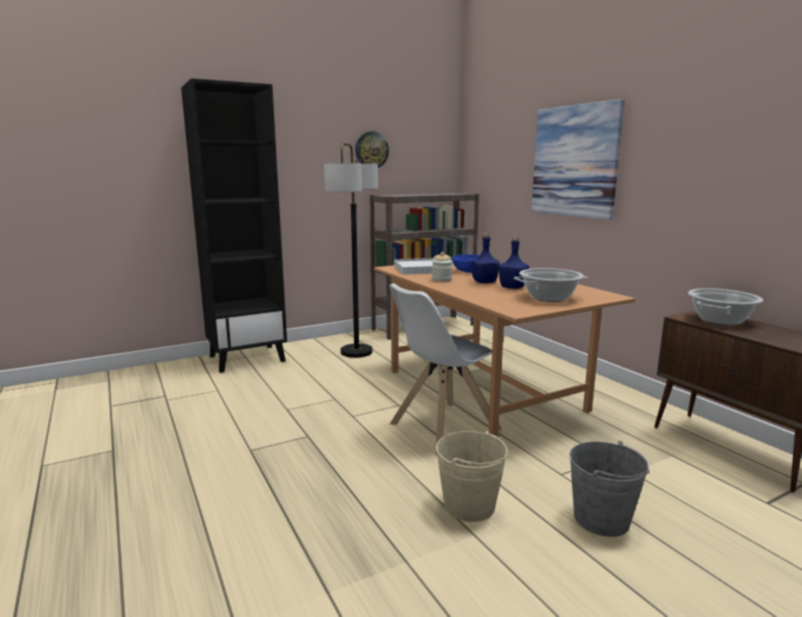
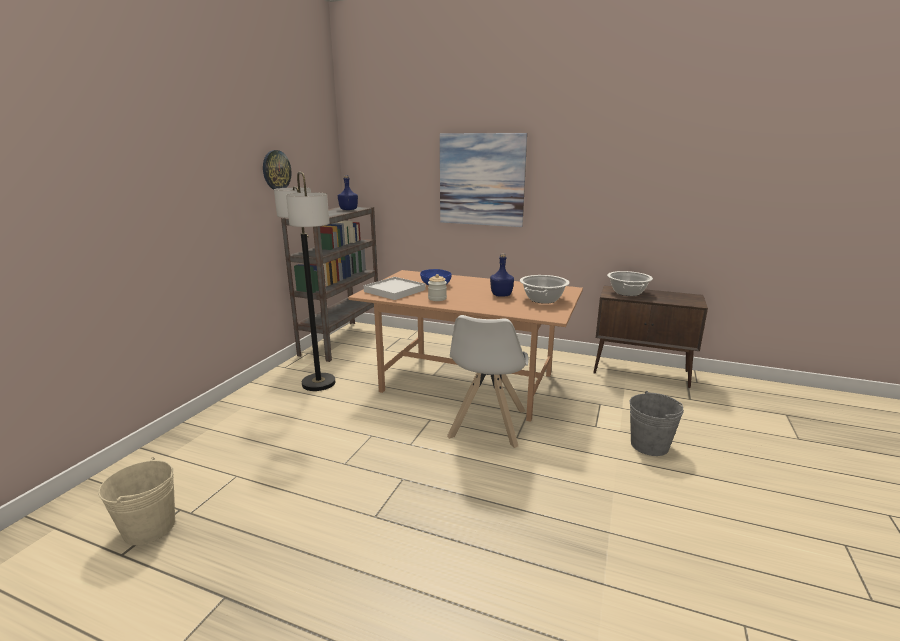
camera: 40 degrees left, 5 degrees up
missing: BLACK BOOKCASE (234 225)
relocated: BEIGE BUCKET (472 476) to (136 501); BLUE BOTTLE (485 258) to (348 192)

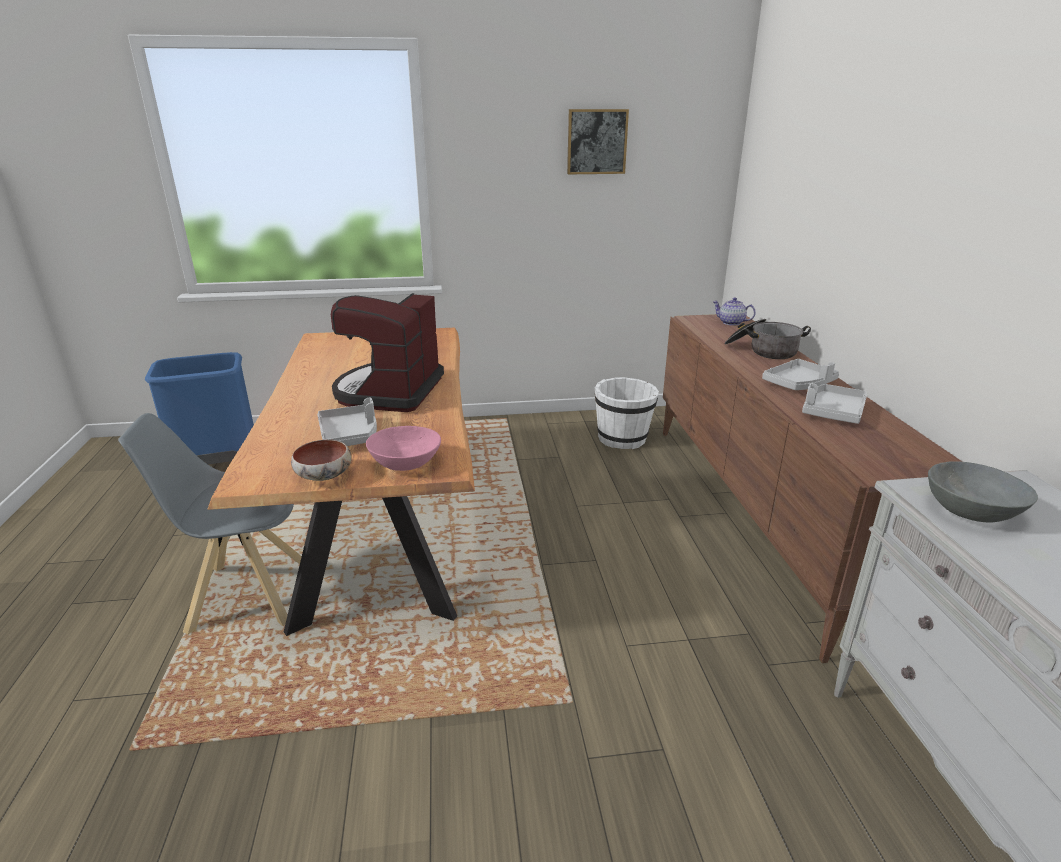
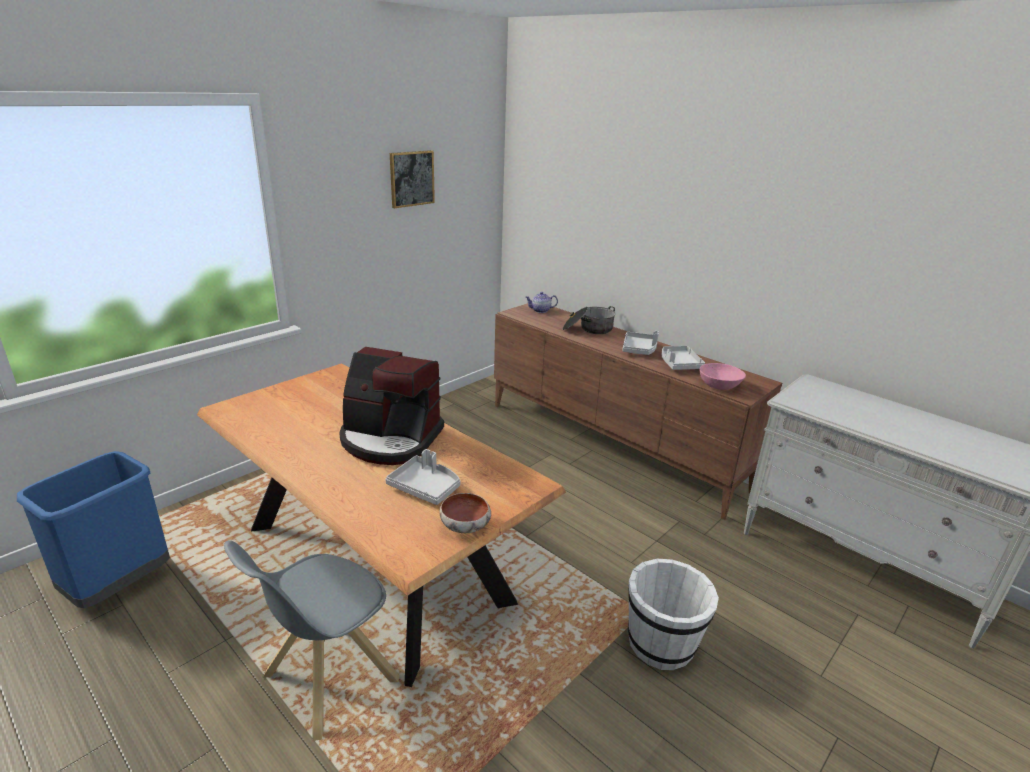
camera: 40 degrees left, 0 degrees up
missing: GREY BOWL (983 491)
relocated: PINK BOWL (403 448) to (722 376); WHITE BUCKET (627 413) to (673 614)
spun: COFFEE MACHINE (387 352) = (391 406) 45 degrees counterclockwise

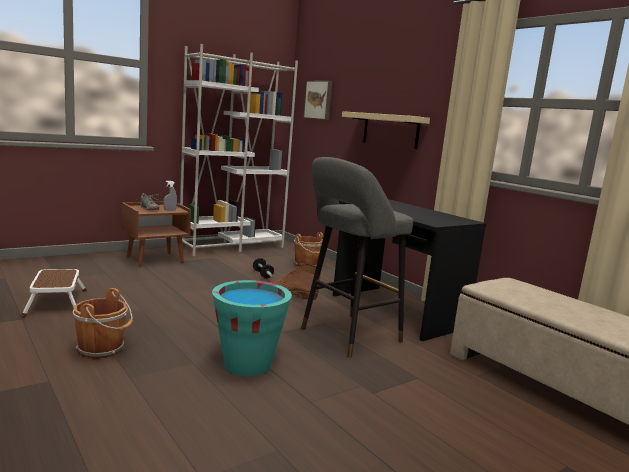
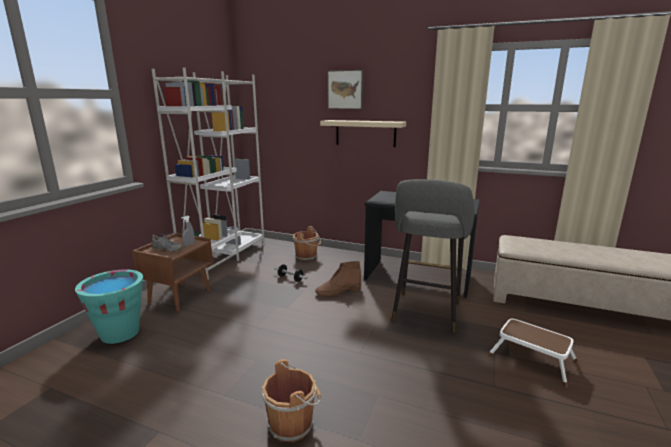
camera: 30 degrees left, 5 degrees up
relocated: BROWN STEP LADDER (54 293) to (532 353); TURQUOISE BUCKET (252 328) to (109 306); PICTURE (317 100) to (345 89)

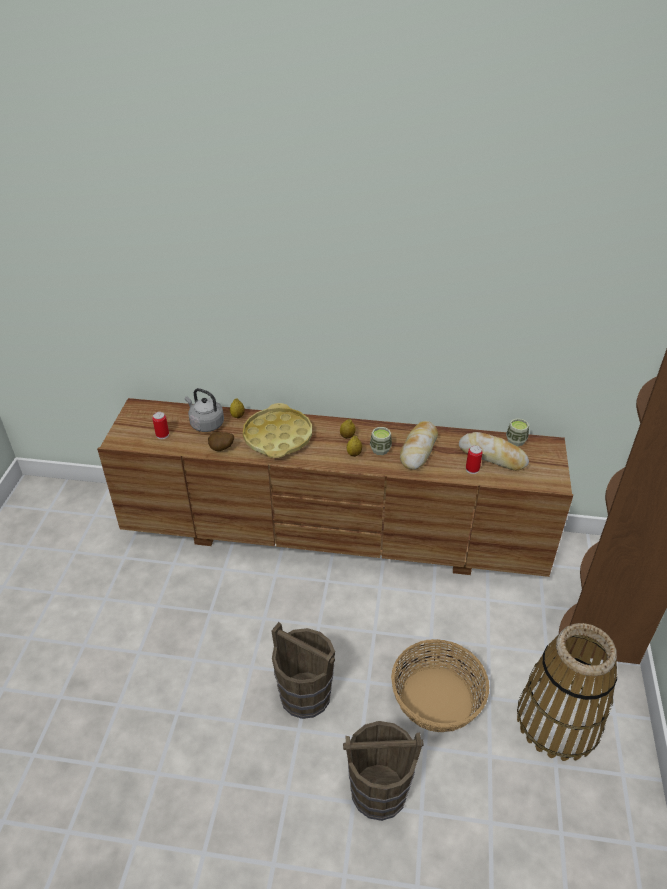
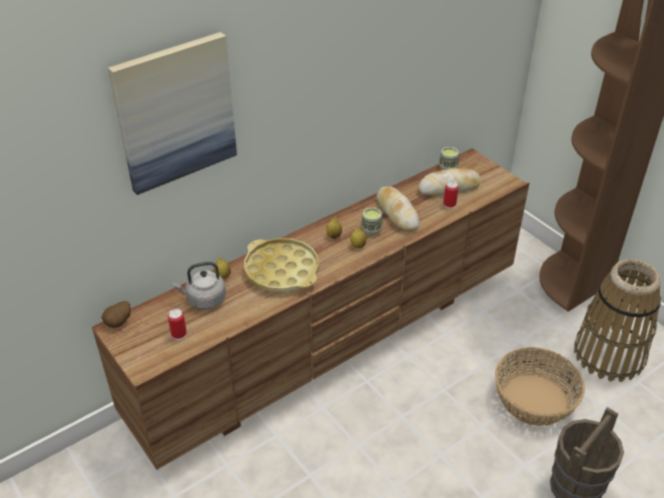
camera: 45 degrees left, 0 degrees up
missing: BROWN BUCKET (303 670)
appeared: PICTURE (172 113)
relocated: POTATO (221 441) to (116 314)

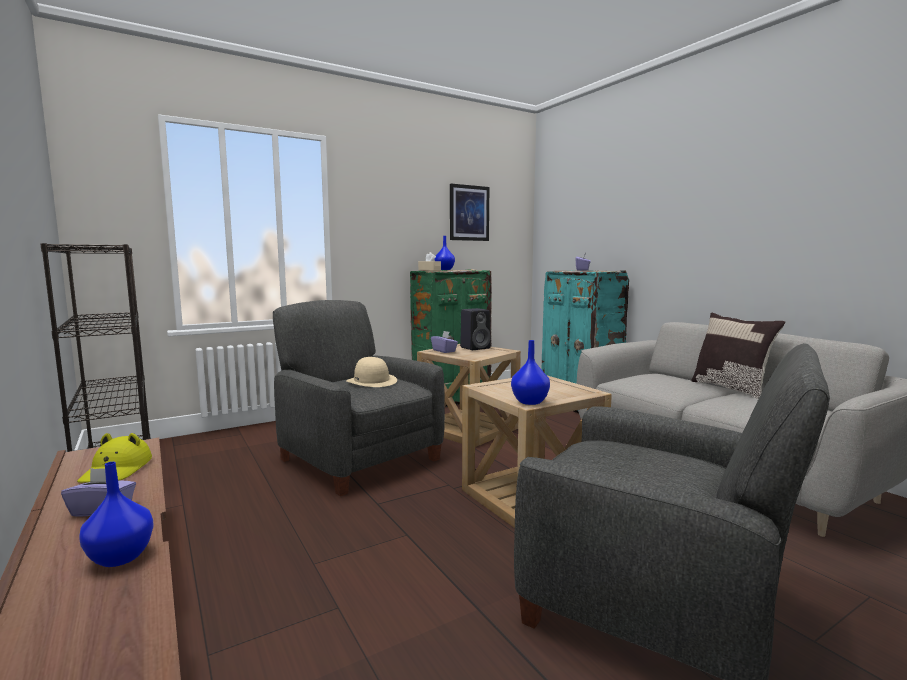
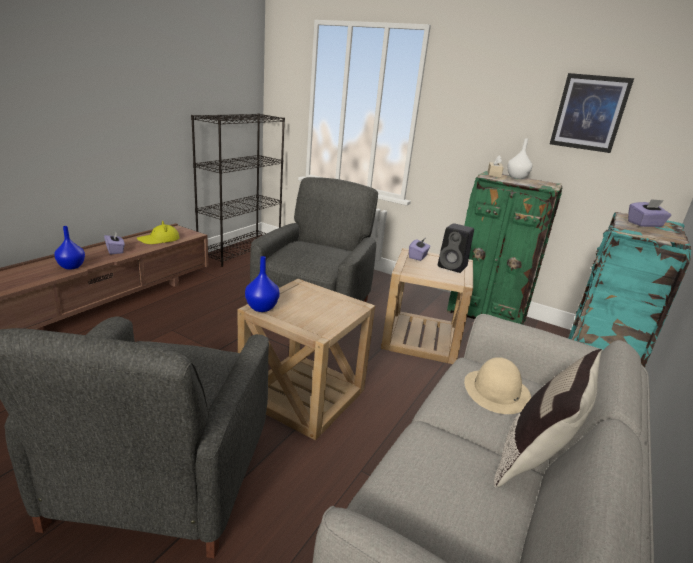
camera: 60 degrees right, 15 degrees up
relocated: BEIGE HAT (371 372) to (497 385)
colour: BLUE VASE (445 253) to WHITE VASE (519 158)

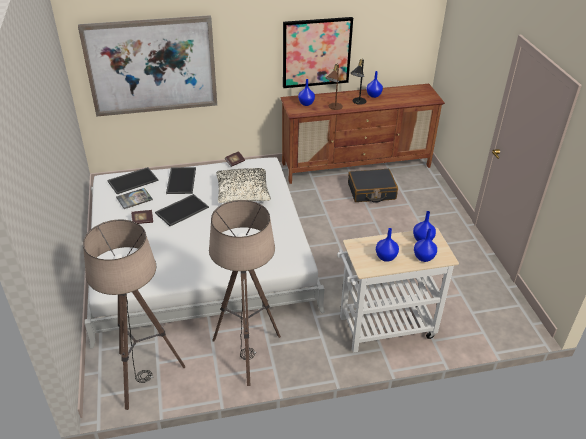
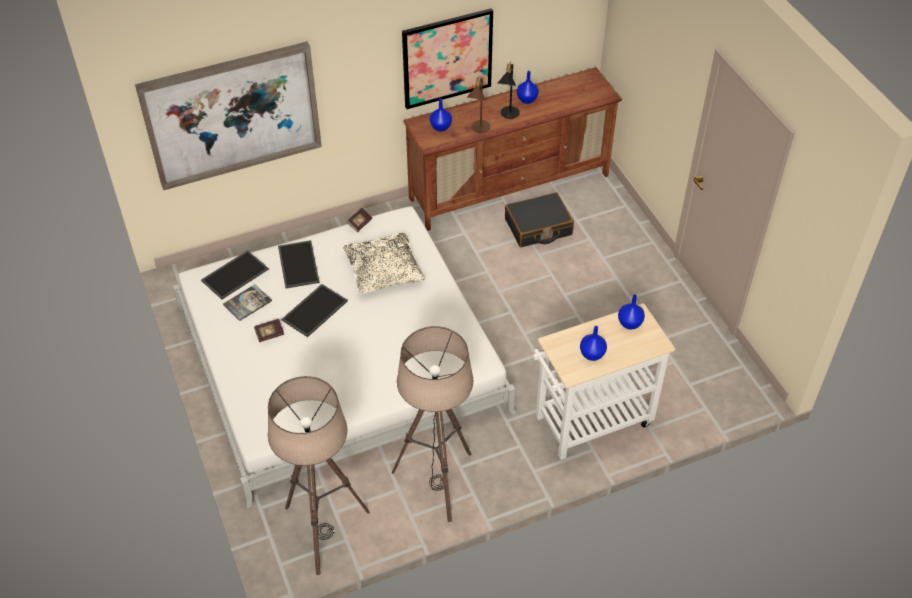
camera: 10 degrees left, 10 degrees up
missing: BLUE VASE (425 245)

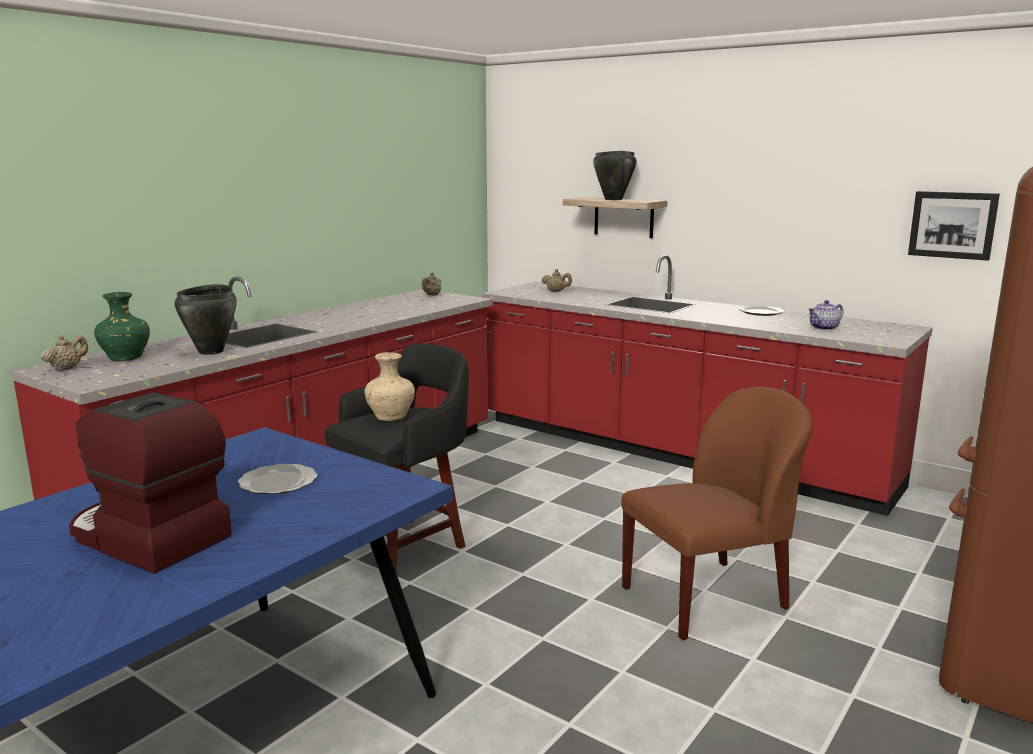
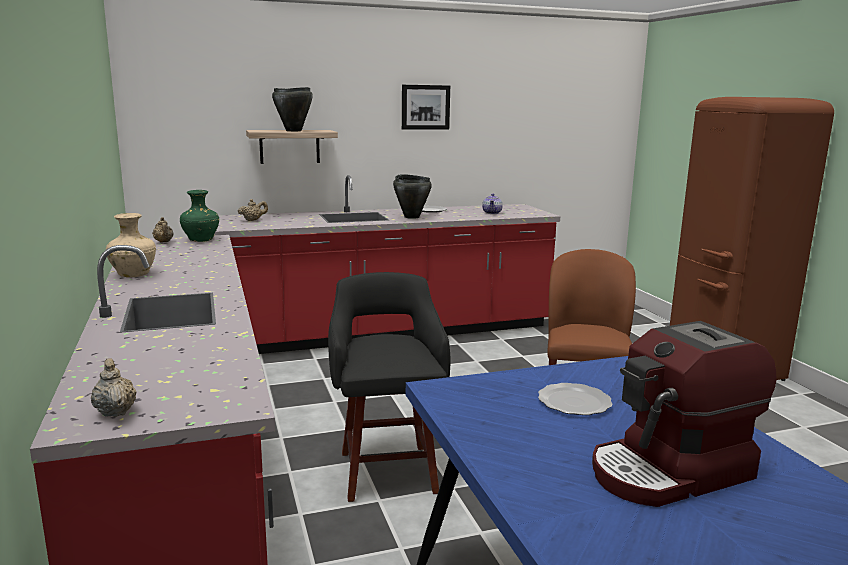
camera: 55 degrees left, 0 degrees up
relocated: GREEN VASE (122 326) to (199 216); BLACK COOKING POT (206 319) to (412 197); BEIGE VASE (390 386) to (131 245); PICTURE (954 226) to (426 107)

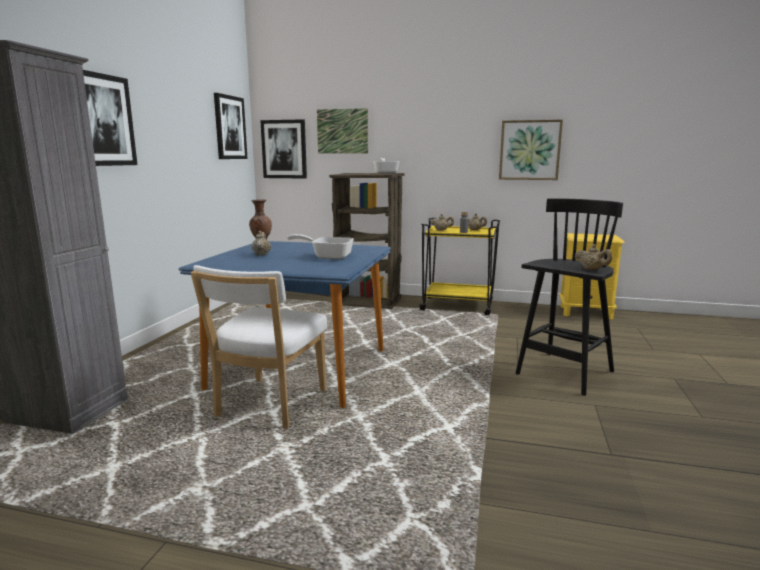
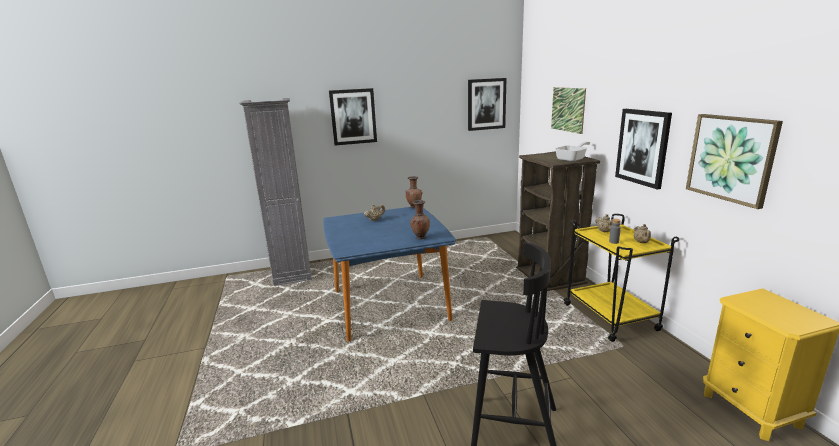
camera: 60 degrees right, 5 degrees up
missing: WHITE CHAIR (258 347); FRYING PAN (320 246); BEIGE TEAPOT (593 257)
appeared: BROWN VASE (420 220)
relocated: PICTURE (283 149) to (643 149)

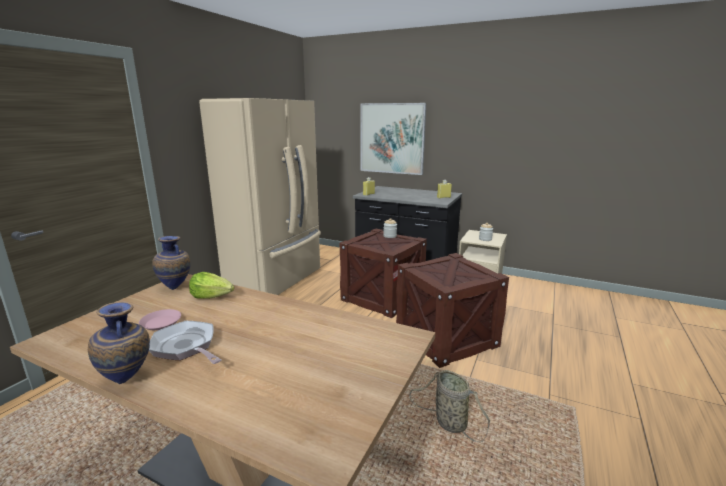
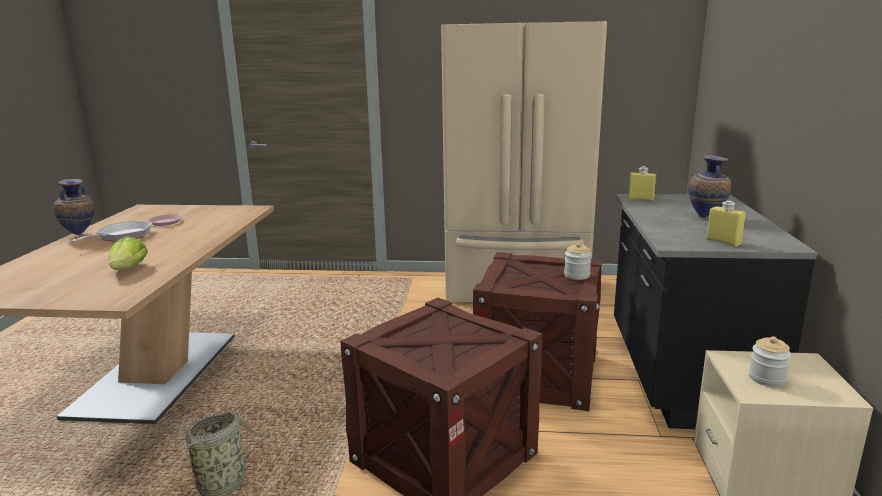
camera: 70 degrees right, 0 degrees up
missing: PICTURE (393 139)
relocated: VASE (171 263) to (710 186); LETTUCE (212 285) to (129 253)

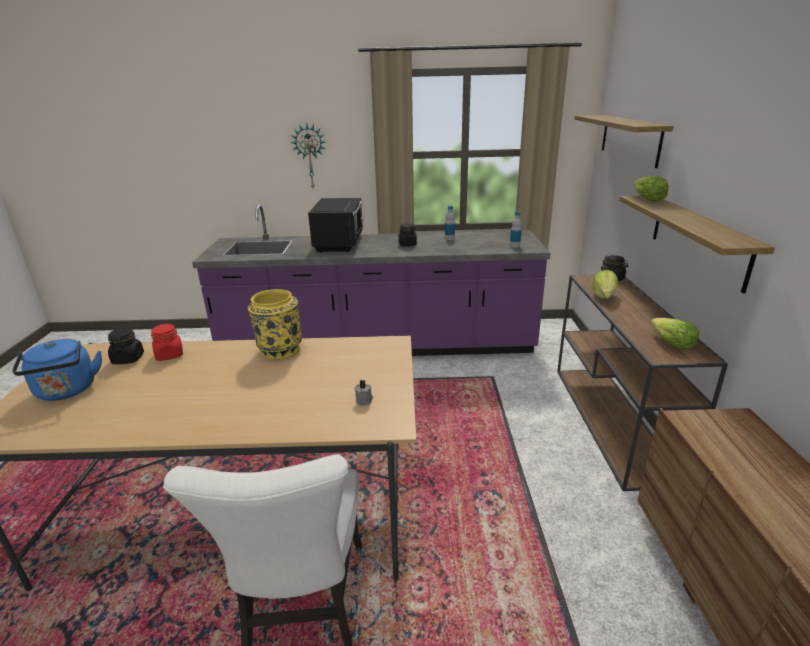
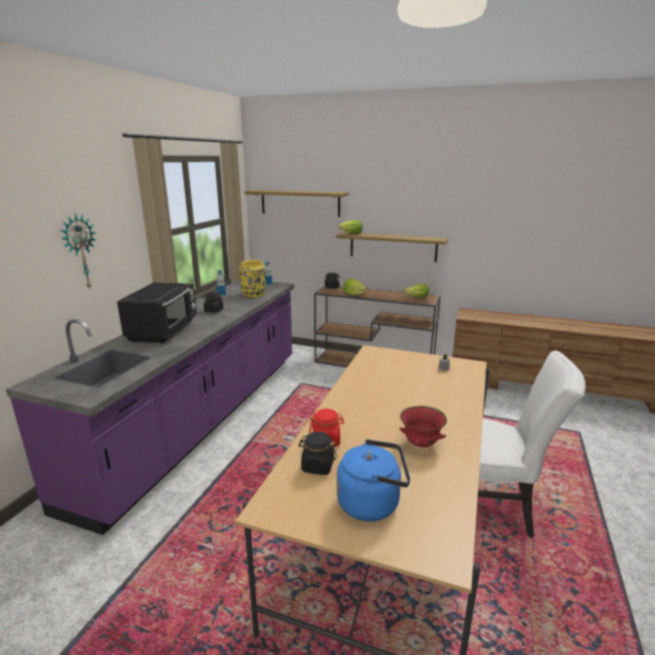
camera: 70 degrees left, 5 degrees down
appeared: RED BOWL (423 426)
relocated: YELLOW VASE (275 324) to (252 278)
spun: BLACK MICROWAVE (335 225) = (157 313) 75 degrees clockwise

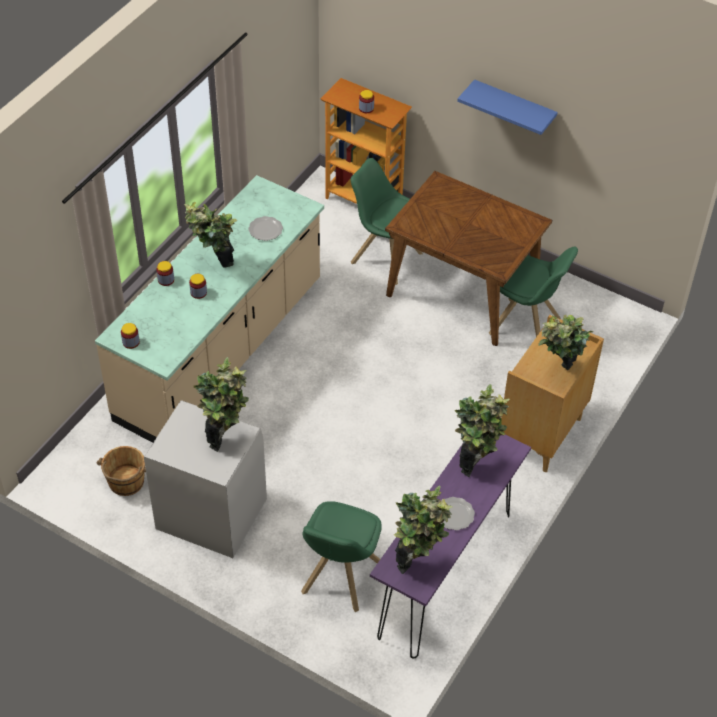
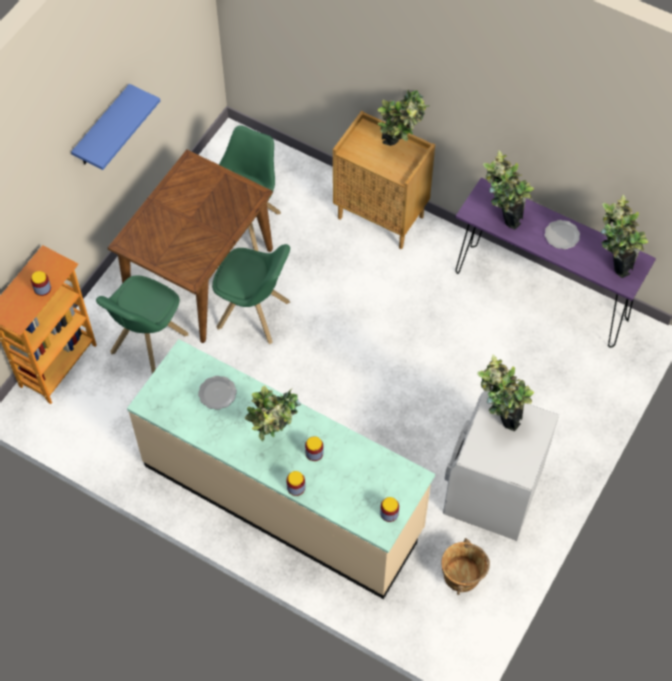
camera: 90 degrees left, 10 degrees up
relocated: GREEN CHAIR (341 556) to (251 294)

